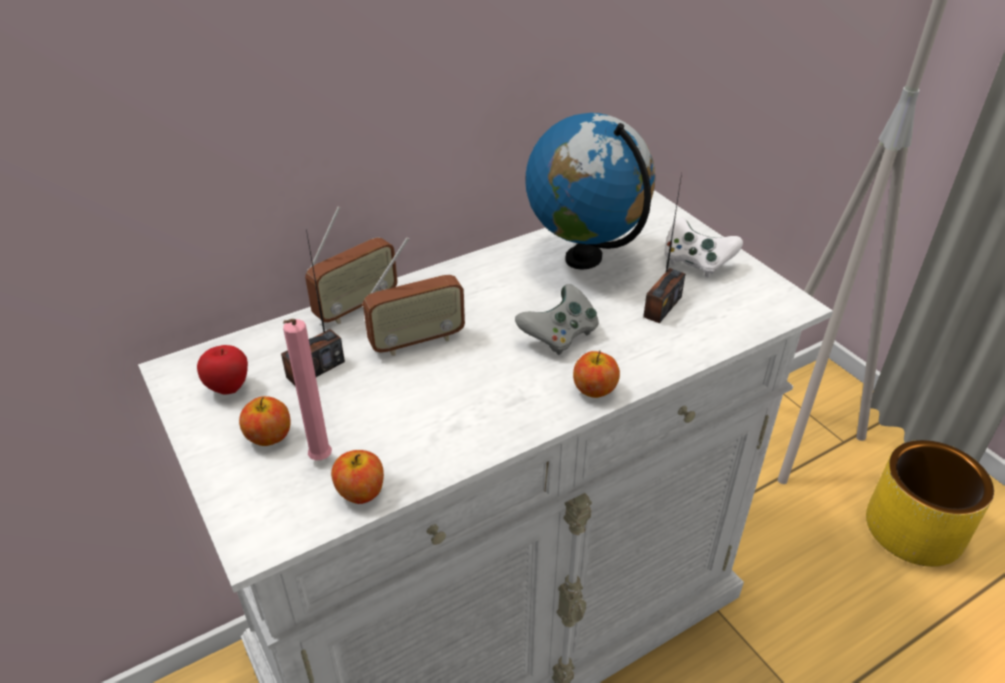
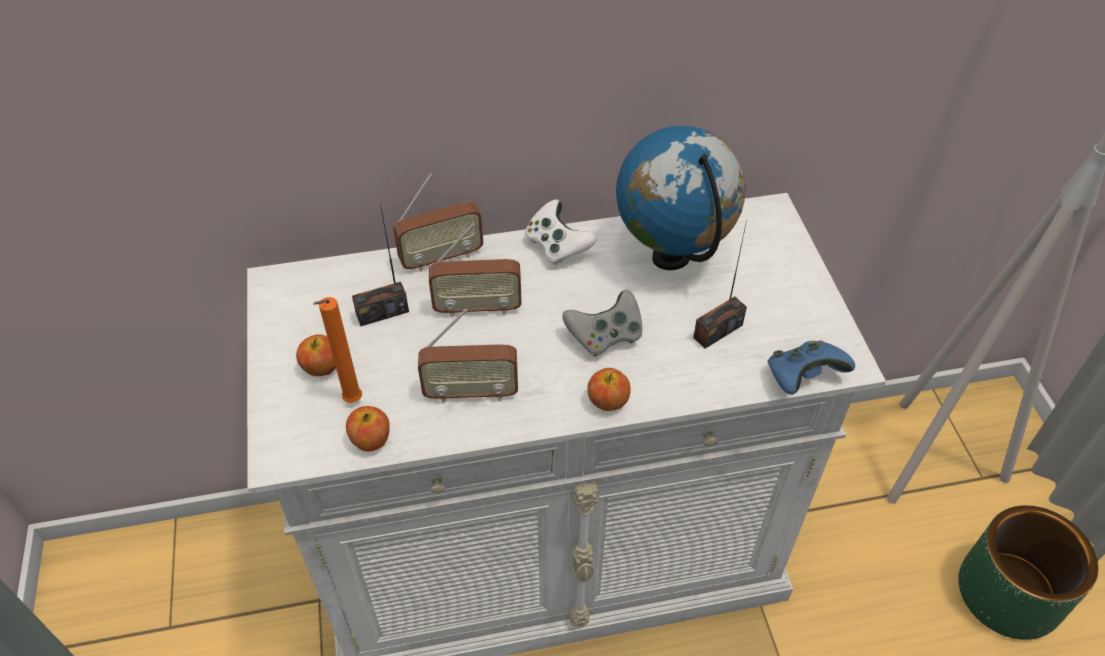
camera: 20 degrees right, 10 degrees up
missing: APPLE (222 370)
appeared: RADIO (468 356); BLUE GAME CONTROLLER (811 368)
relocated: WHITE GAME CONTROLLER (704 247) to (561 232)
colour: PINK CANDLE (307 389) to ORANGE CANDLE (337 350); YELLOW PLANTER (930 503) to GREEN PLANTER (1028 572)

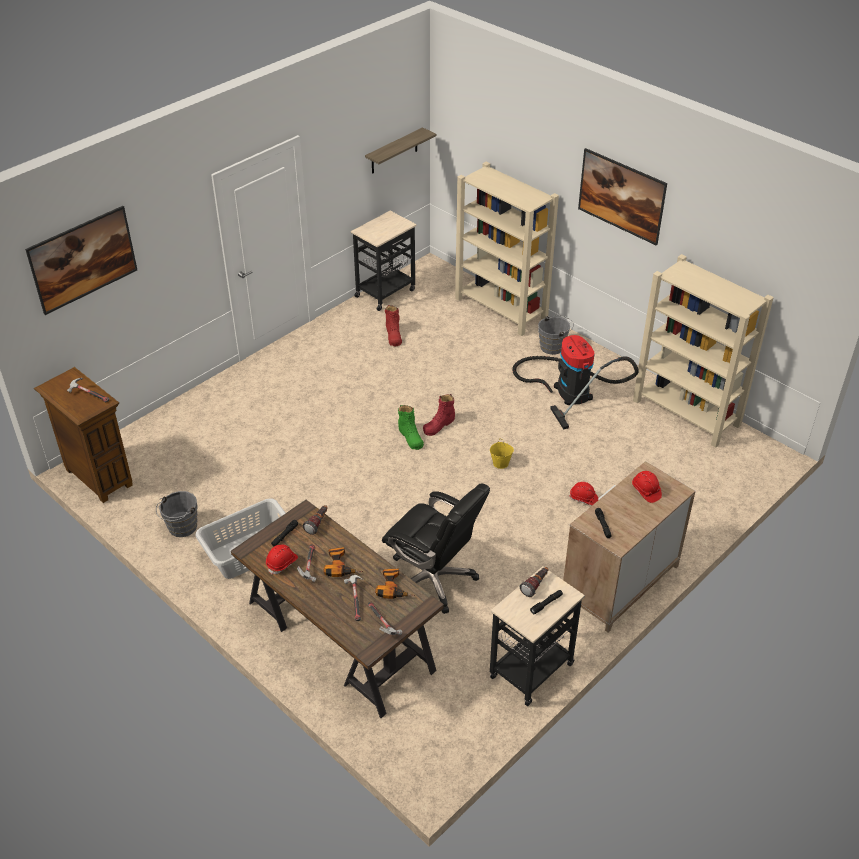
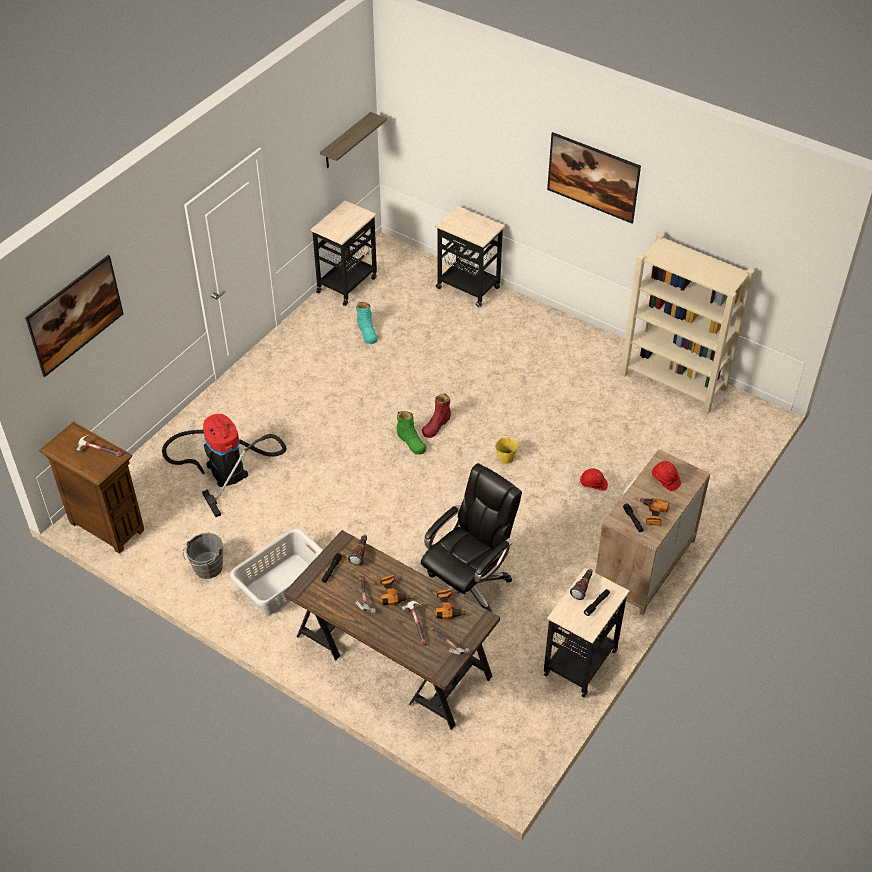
camera: 10 degrees left, 5 degrees up
missing: RED HARD HAT (282 560); GREY BUCKET (556 335)
appeared: POWER DRILL (652 512)
relocated: VACUUM CLEANER (575 382) to (224 465)
exchanged: BEIGE BOOKCASE (507 248) to CART (470 256)
colour: RED BOOT (393 325) to TURQUOISE BOOT (367 323)
spun: BLACK OFFICE CHAIR (436 549) = (471 537) 75 degrees counterclockwise

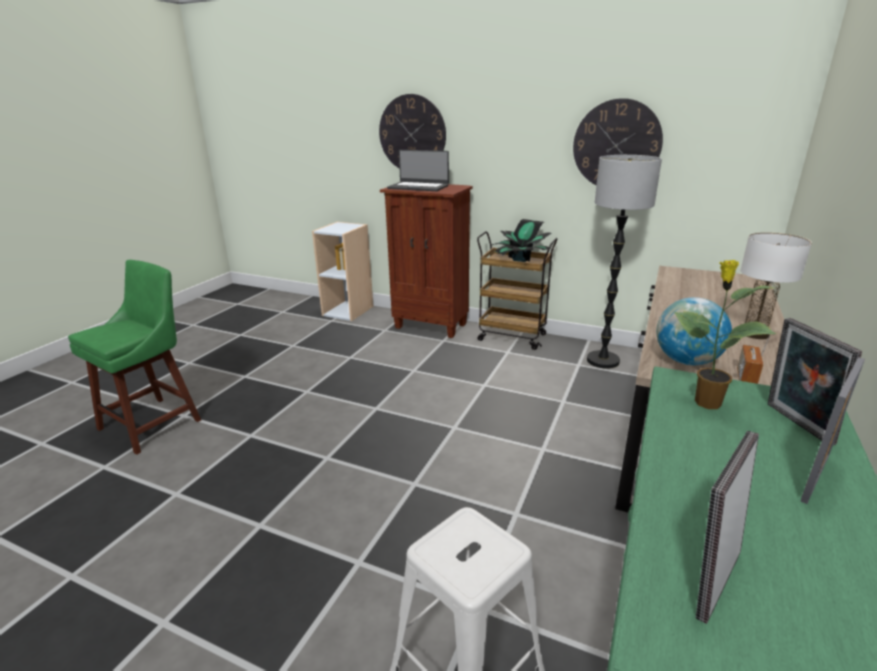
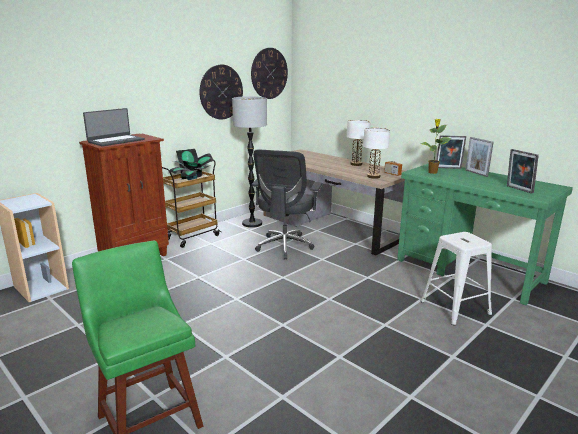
camera: 70 degrees left, 5 degrees down
appeared: OFFICE CHAIR (286 205)
relocated: WALL CLOCK (412 131) to (269 73)
exchanged: GLOBE (694 331) to TABLE LAMP (376 153)

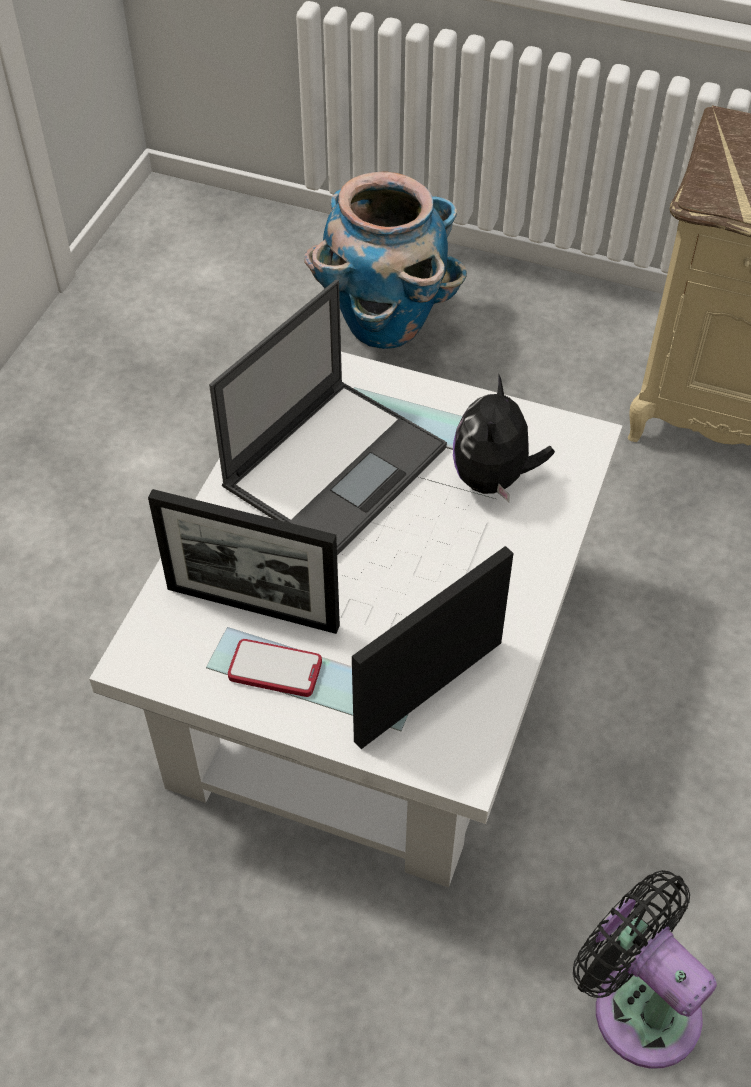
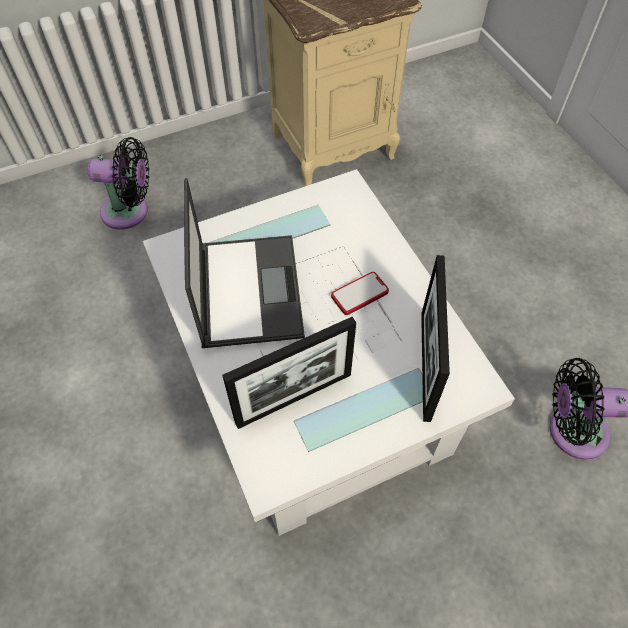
camera: 45 degrees left, 5 degrees up
missing: PLUSH TOY (504 438)
relocated: PHONE (275 668) to (360 293)
exchanged: PLANTER (386 260) to BLACK FAN (118 183)

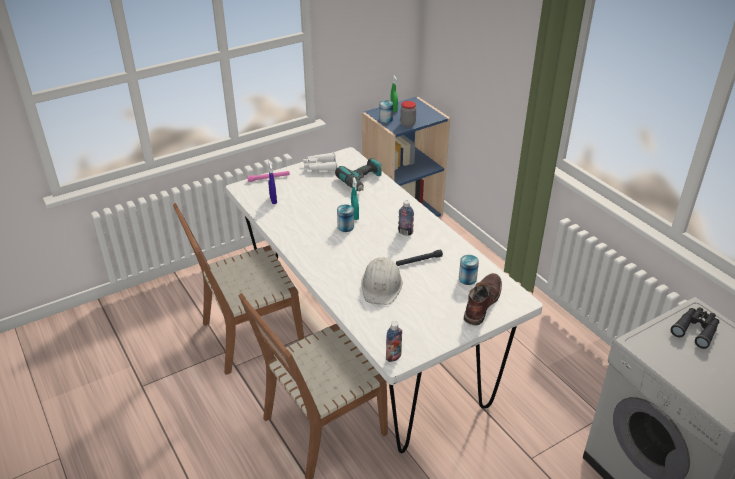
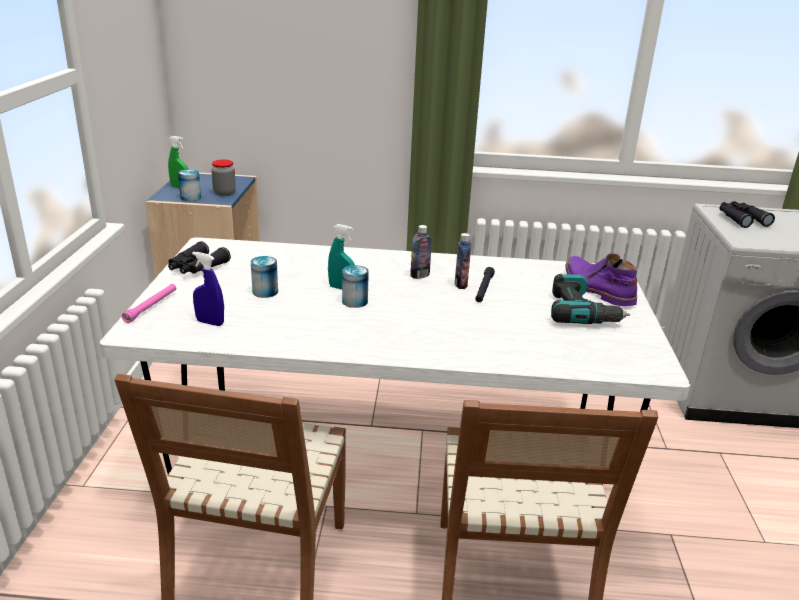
camera: 55 degrees left, 10 degrees down
missing: WHITE HARD HAT (381 281)
relocated: POWER DRILL (358 174) to (590 299); BOTTLE (394 341) to (463 261); CAN (469 270) to (264 277)
colour: WHITE BINOCULARS (320 161) to BLACK BINOCULARS (199 257); BROWN BOOT (483 299) to PURPLE BOOT (601 280)

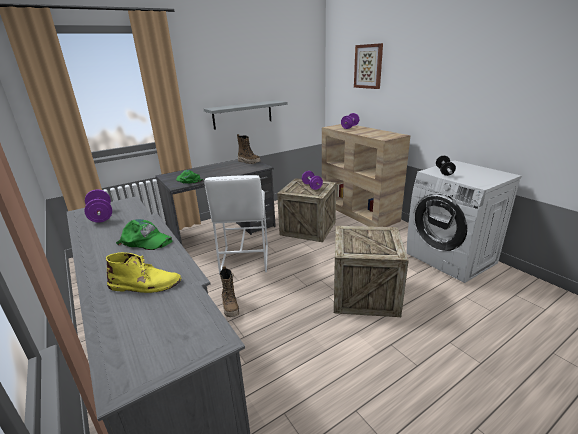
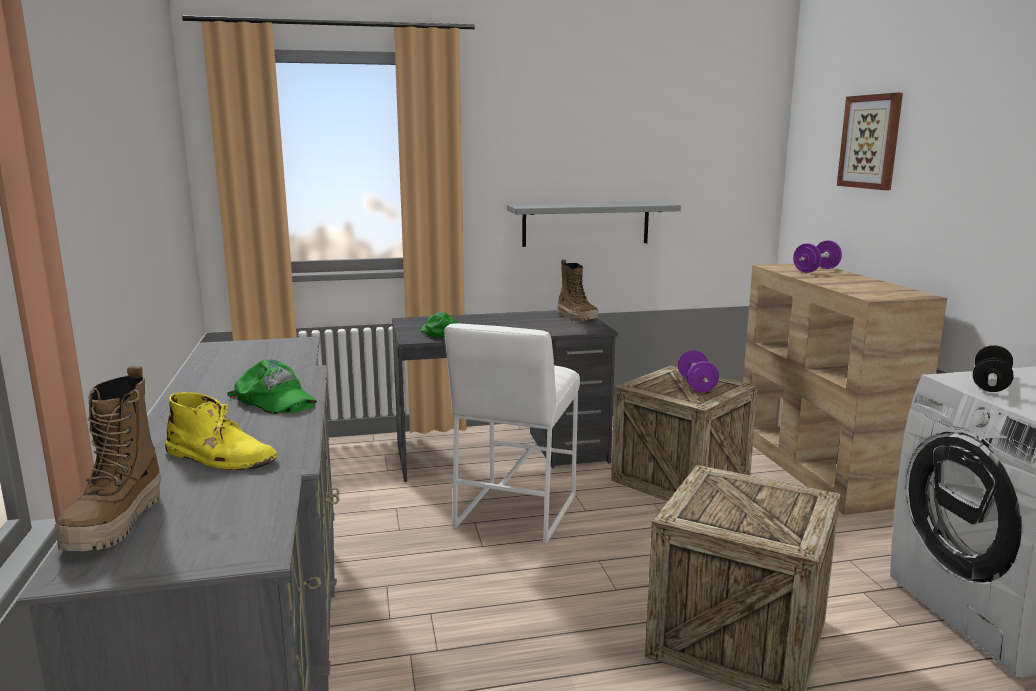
camera: 20 degrees right, 10 degrees down
missing: PURPLE DUMBBELL (98 206)
relocated: BOOT (229 291) to (108 458)

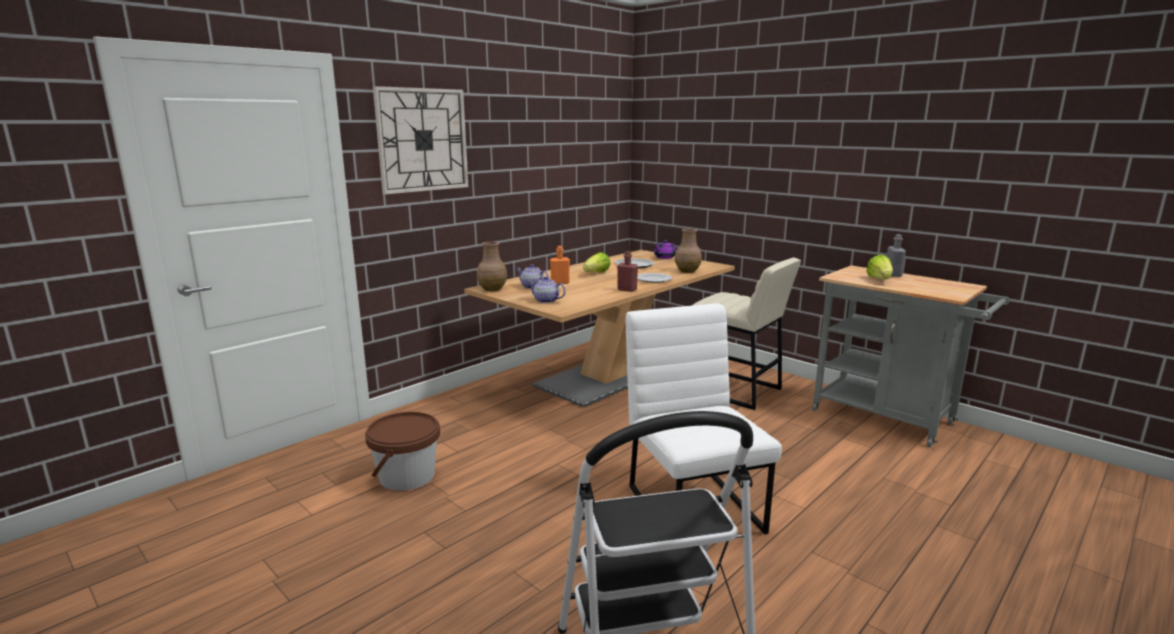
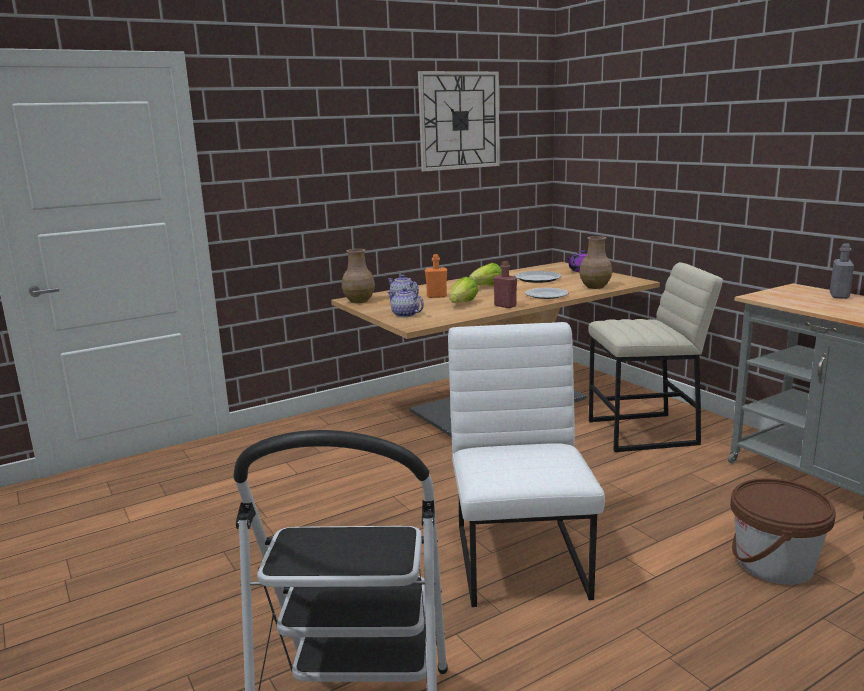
camera: 15 degrees right, 0 degrees up
relocated: BROWN BUCKET (402 451) to (783 531); WALL CLOCK (420 140) to (458 121); LETTUCE (879 267) to (464 290)
spun: BEIGE CHAIR (746 334) = (655 357) 60 degrees counterclockwise

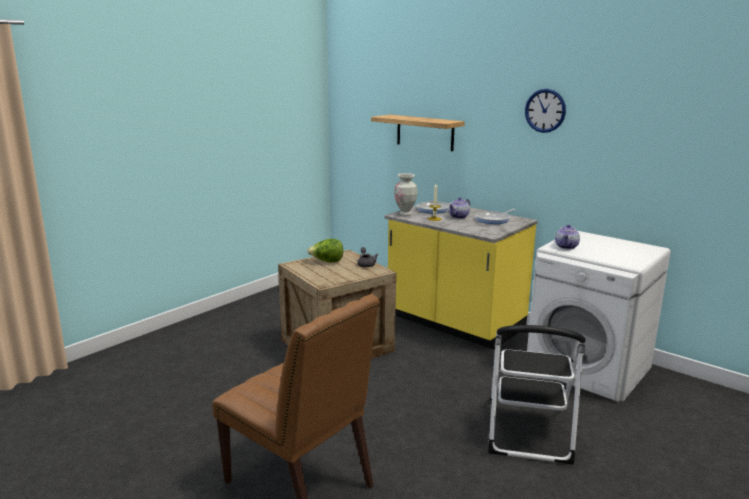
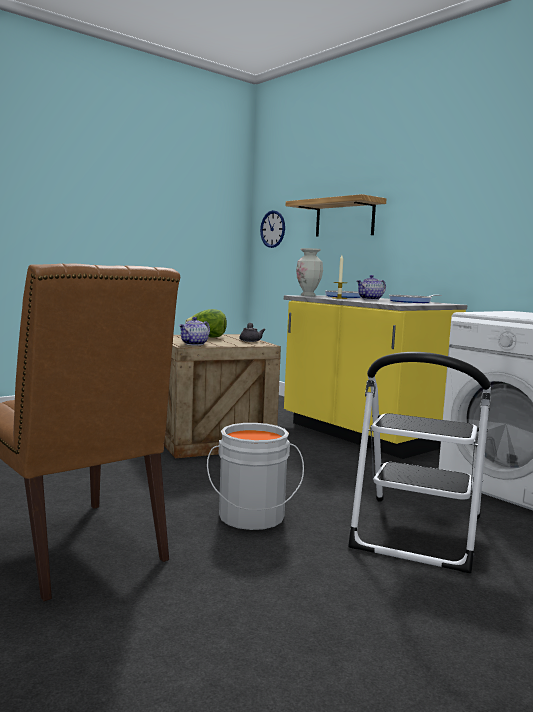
camera: 10 degrees right, 10 degrees down
appeared: GREY BUCKET (255 476)
relocated: WALL CLOCK (545 111) to (272 229); TEAPOT (567 236) to (194 331)

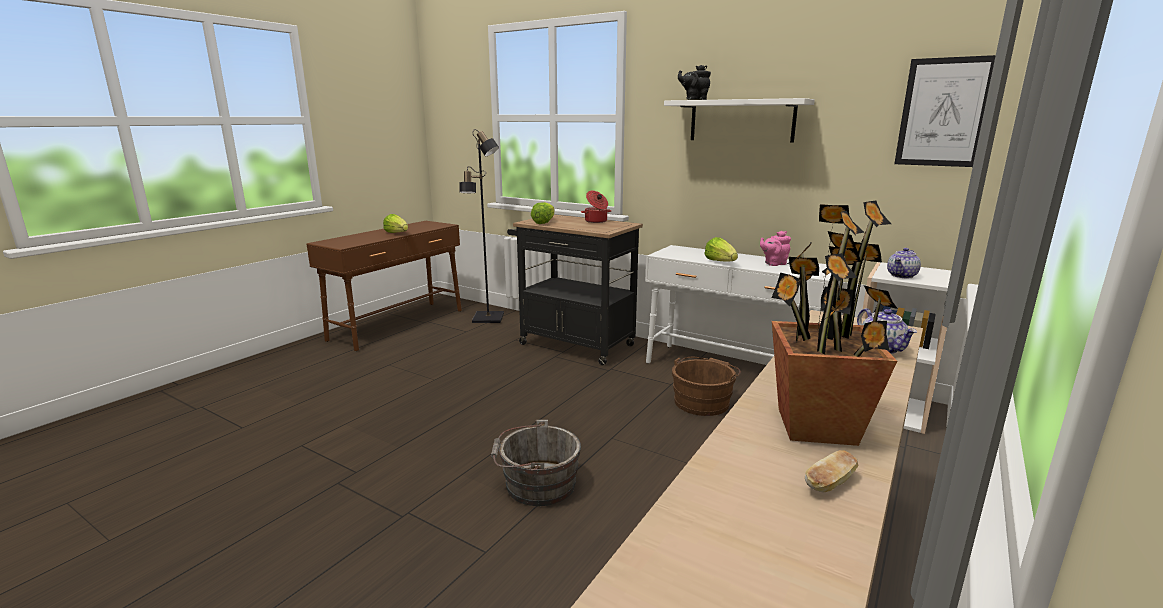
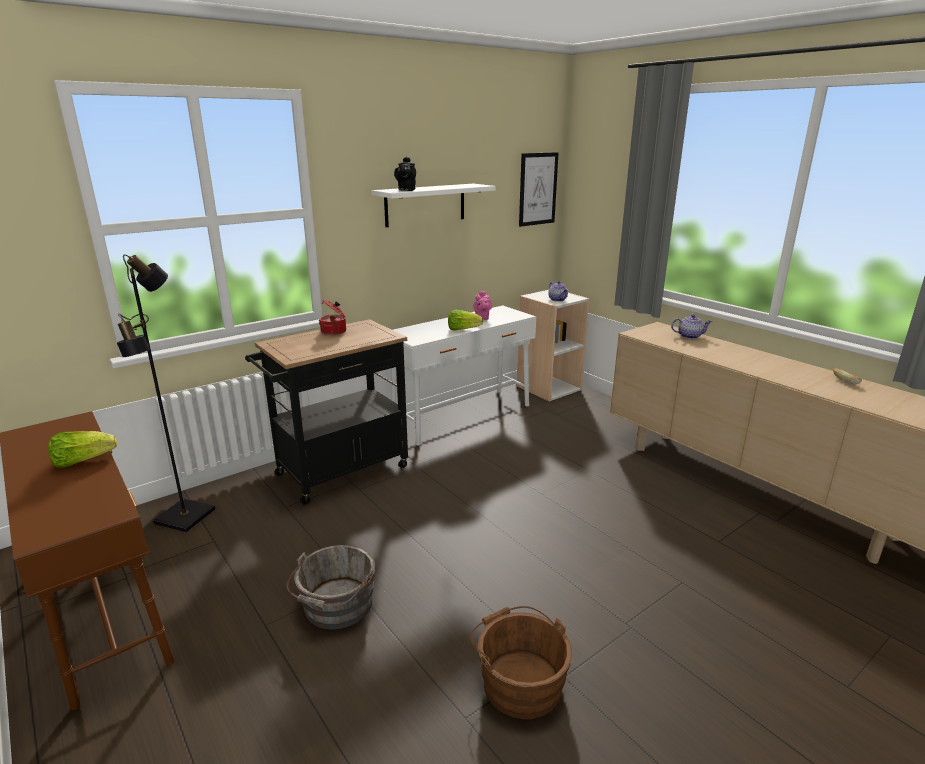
camera: 70 degrees left, 5 degrees up
missing: LETTUCE (543 213); POTTED PLANT (835 323)
relocated: GREY BUCKET (536 463) to (331 587); BROWN BUCKET (706 386) to (521 662)

